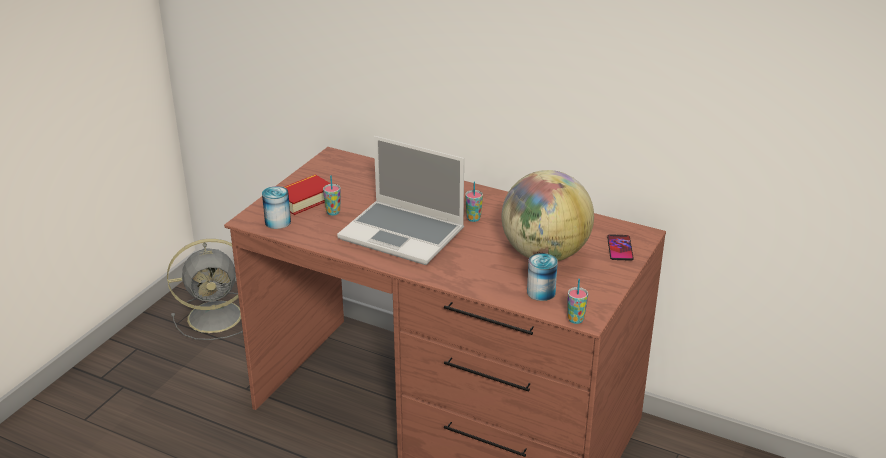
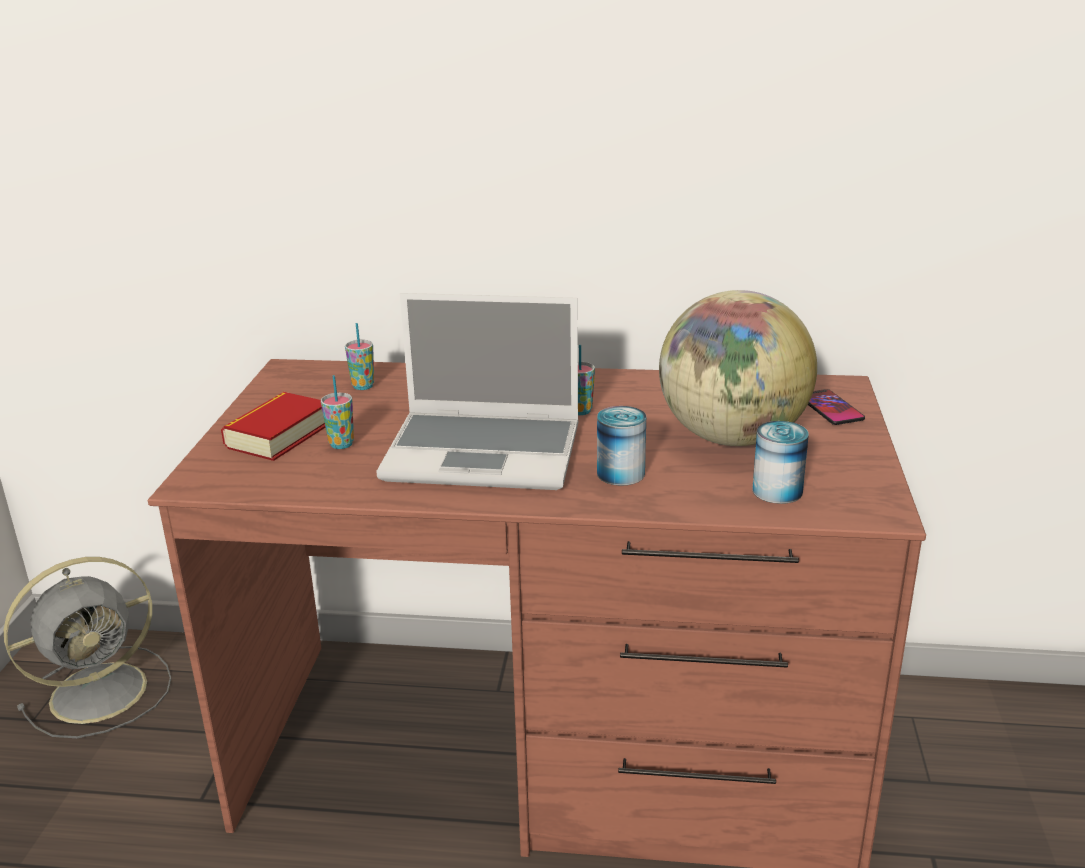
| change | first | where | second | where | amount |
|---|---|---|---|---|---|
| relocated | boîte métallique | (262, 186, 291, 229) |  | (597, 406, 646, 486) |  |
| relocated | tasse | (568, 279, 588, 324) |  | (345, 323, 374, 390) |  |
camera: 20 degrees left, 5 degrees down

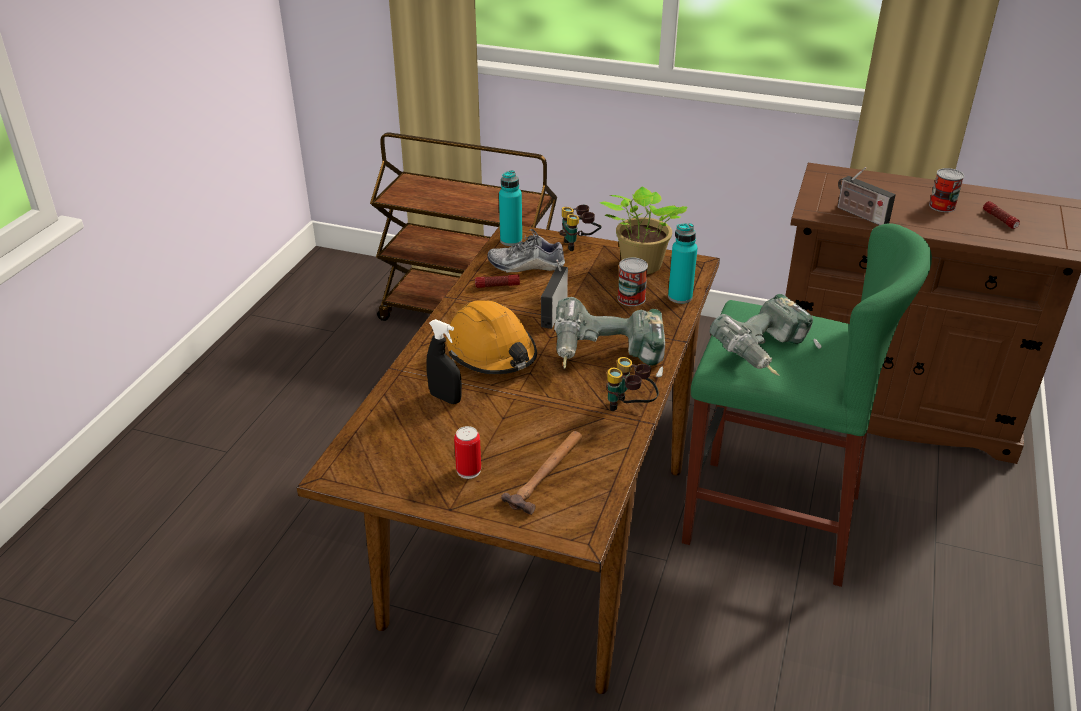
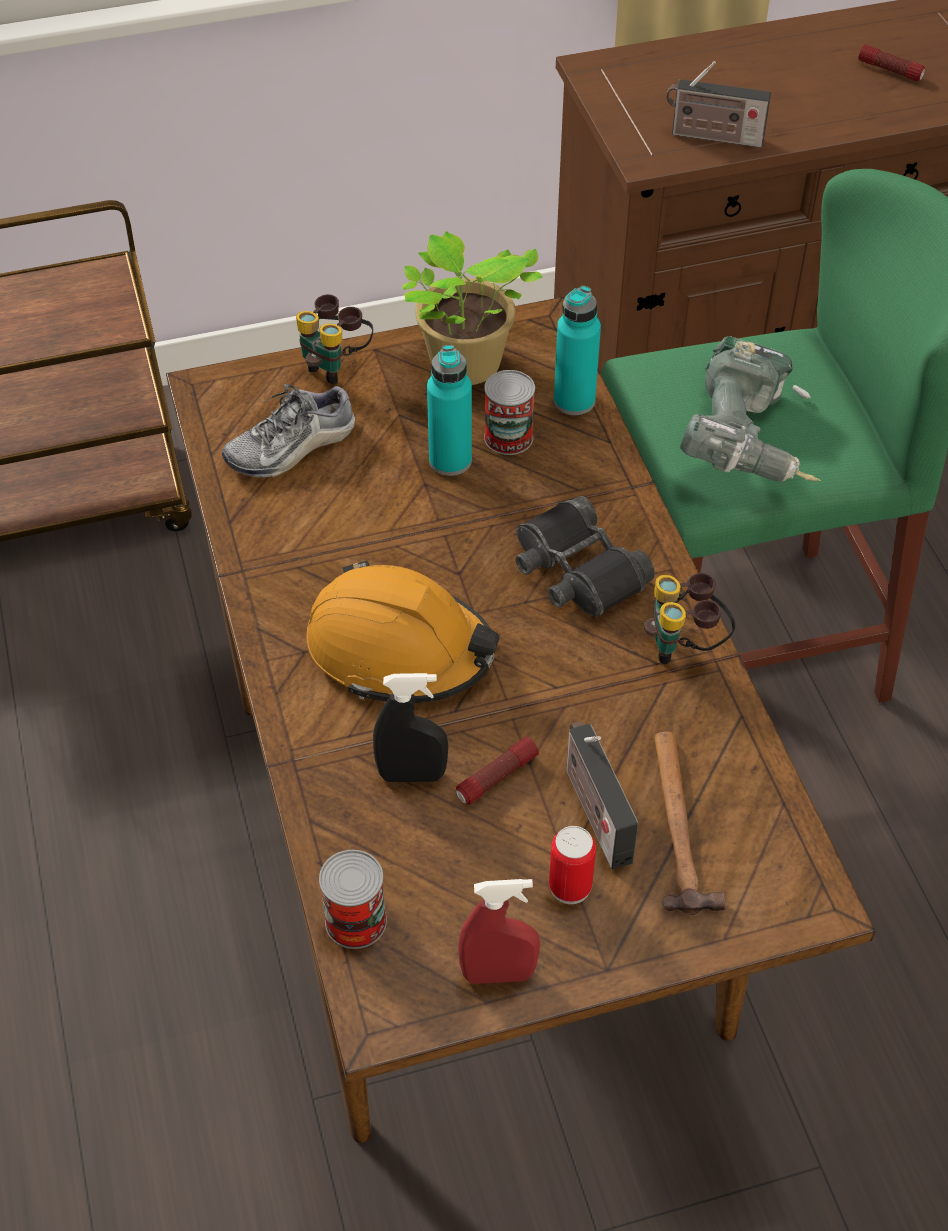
| change | first | where | second | where | amount |
|---|---|---|---|---|---|
| relocated | boîte métallique | (929, 168, 964, 212) |  | (319, 850, 387, 949) |  |
| relocated | bouteille [turquoise] | (499, 170, 522, 246) |  | (427, 345, 472, 476) |  |
| relocated | radio | (541, 259, 568, 329) |  | (566, 721, 638, 870) |  |
| relocated | lampe de poche | (475, 275, 520, 288) |  | (456, 737, 539, 805) |  |
| exchanged | perceuse | (554, 297, 665, 377) | jumelles [noir] | (516, 496, 655, 616) |  |
| appeared |  |  | vaporisateur [rouge] | (458, 879, 540, 984) |  |
camera: 35 degrees left, 15 degrees up

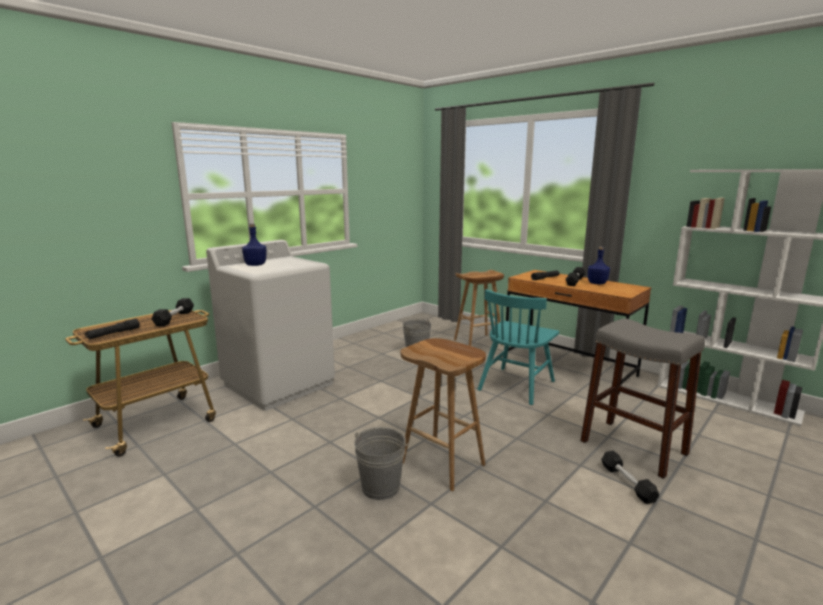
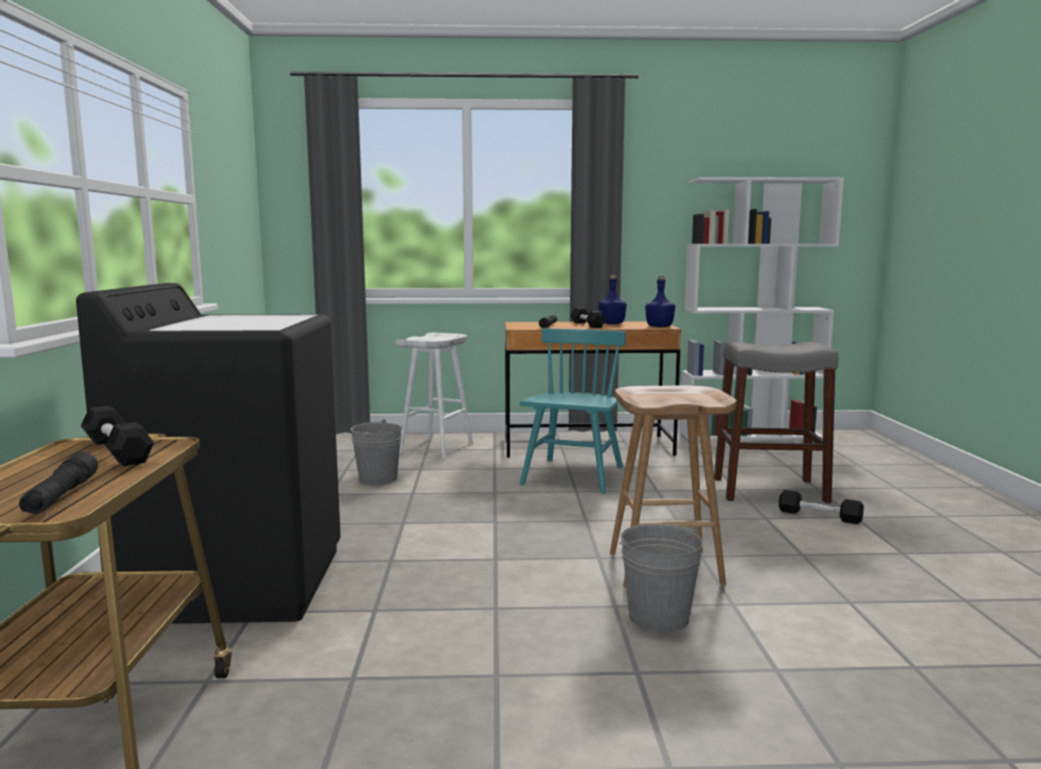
| change | first | where | second | where | amount |
|---|---|---|---|---|---|
| relocated | bouteille [bleu] | (242, 224, 266, 266) |  | (645, 276, 675, 327) |  |
| colour | lave-linge [blanc] | (206, 240, 335, 411) | lave-linge [noir] | (76, 283, 341, 624) |  |
| colour | tabouret [marron] | (454, 270, 504, 346) | tabouret [blanc] | (396, 332, 473, 459) |  |
| spun | chaise [turquoise] | (477, 289, 559, 405) |  | (520, 328, 626, 494) | 150 degrees counterclockwise |
camera: 45 degrees left, 5 degrees down

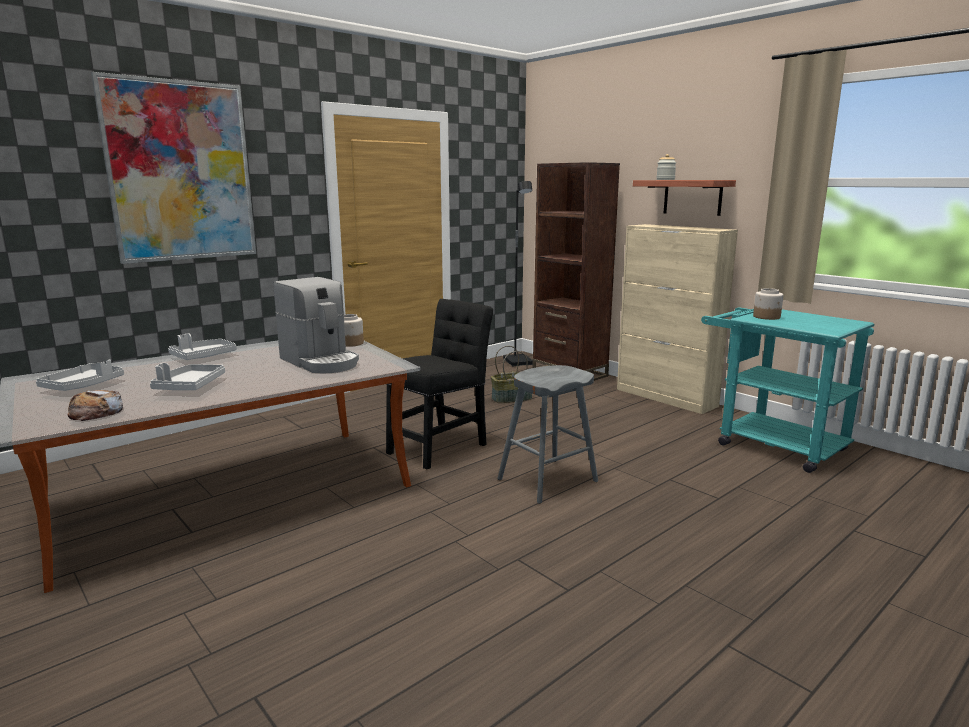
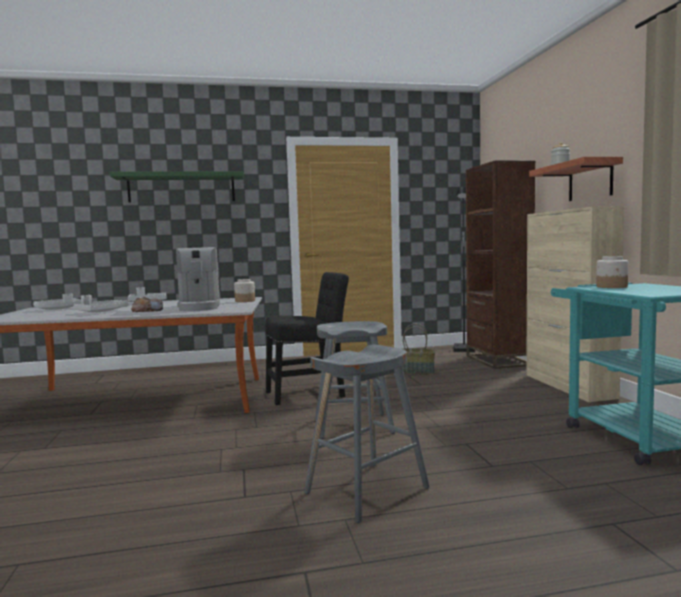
| change | first | where | second | where | amount |
|---|---|---|---|---|---|
| exchanged | tableau | (91, 72, 256, 264) | étagère [vert] | (110, 171, 244, 203) |  |
| relocated | pain | (68, 390, 123, 421) |  | (131, 297, 163, 312) |  |
| appeared |  |  | tabouret [gris] | (304, 344, 430, 523) |  |
camera: 30 degrees right, 10 degrees down

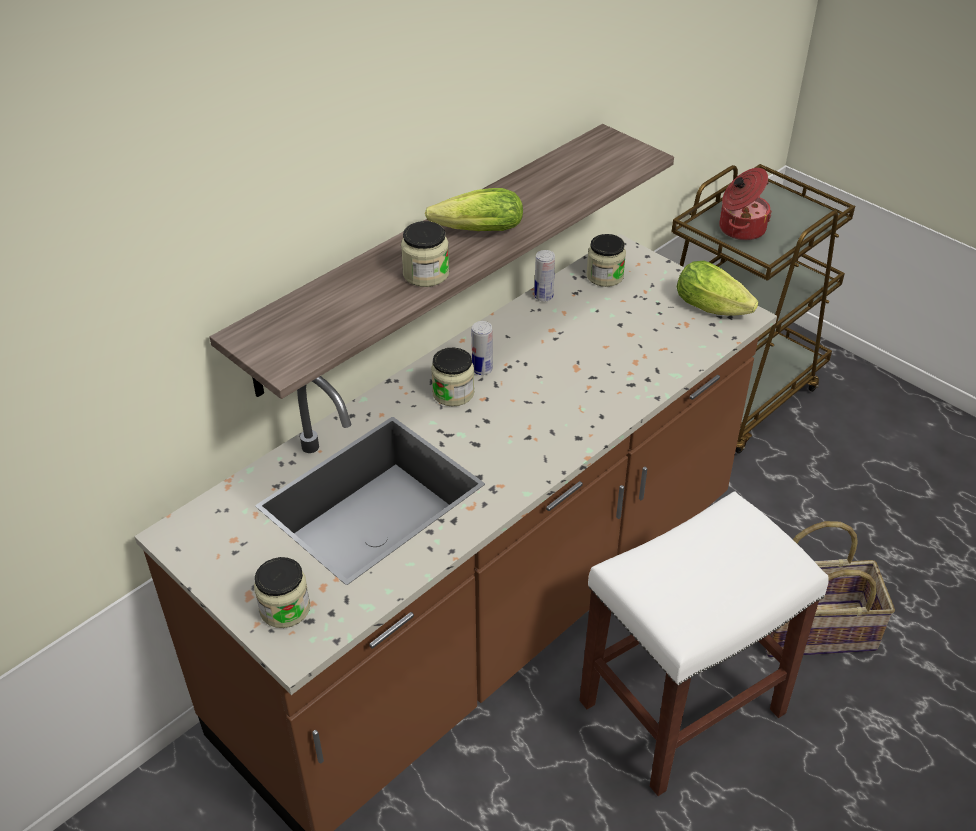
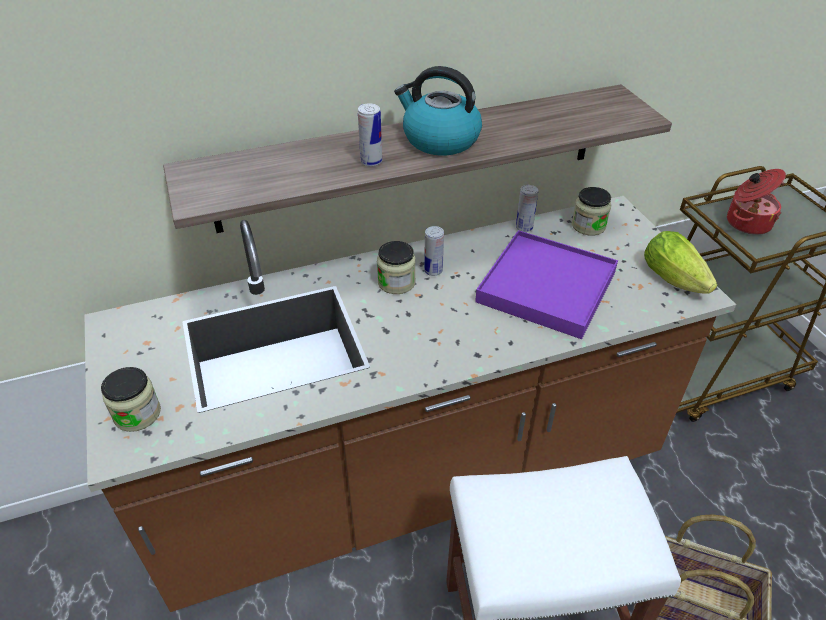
| change | first | where | second | where | amount |
|---|---|---|---|---|---|
| exchanged | laitue | (425, 188, 523, 231) | bouilloire | (394, 66, 482, 155) |  |
| exchanged | bocal | (401, 221, 449, 287) | boîte métallique | (358, 103, 382, 167) |  |
| appeared |  |  | plateau [violet] | (475, 230, 618, 339) |  |
camera: 25 degrees right, 0 degrees up

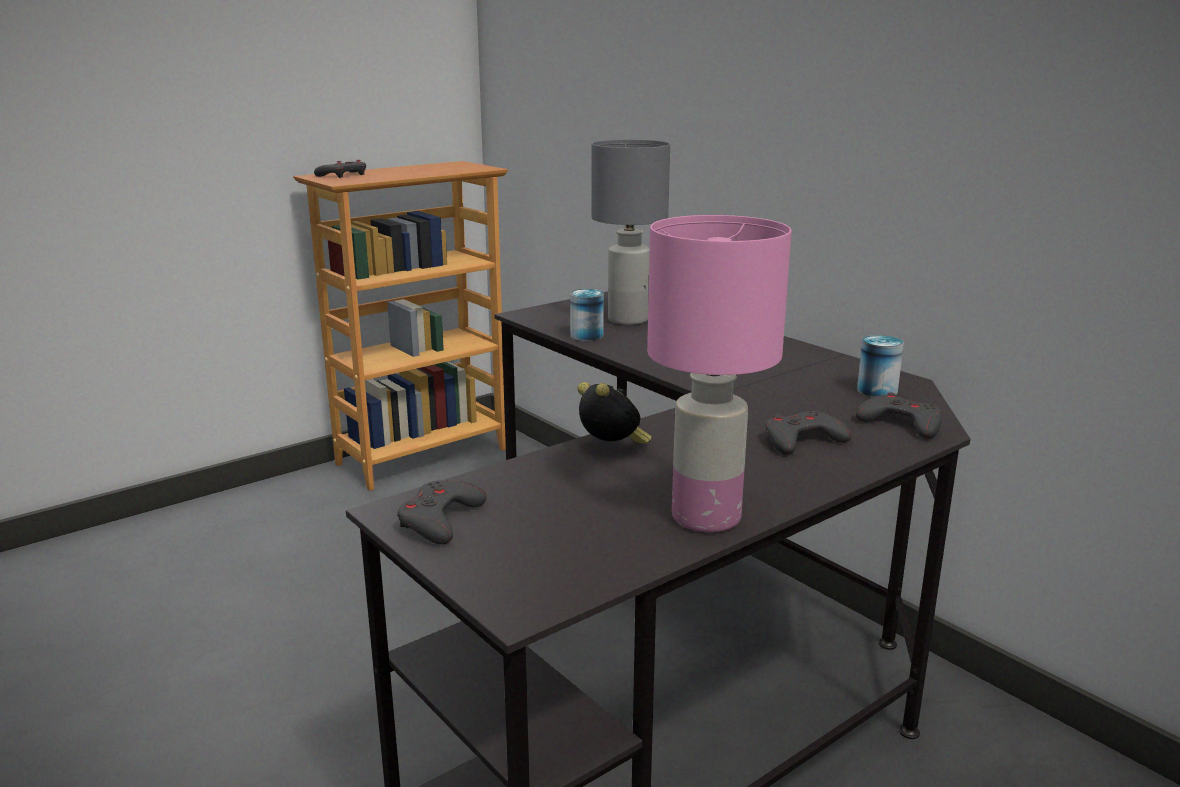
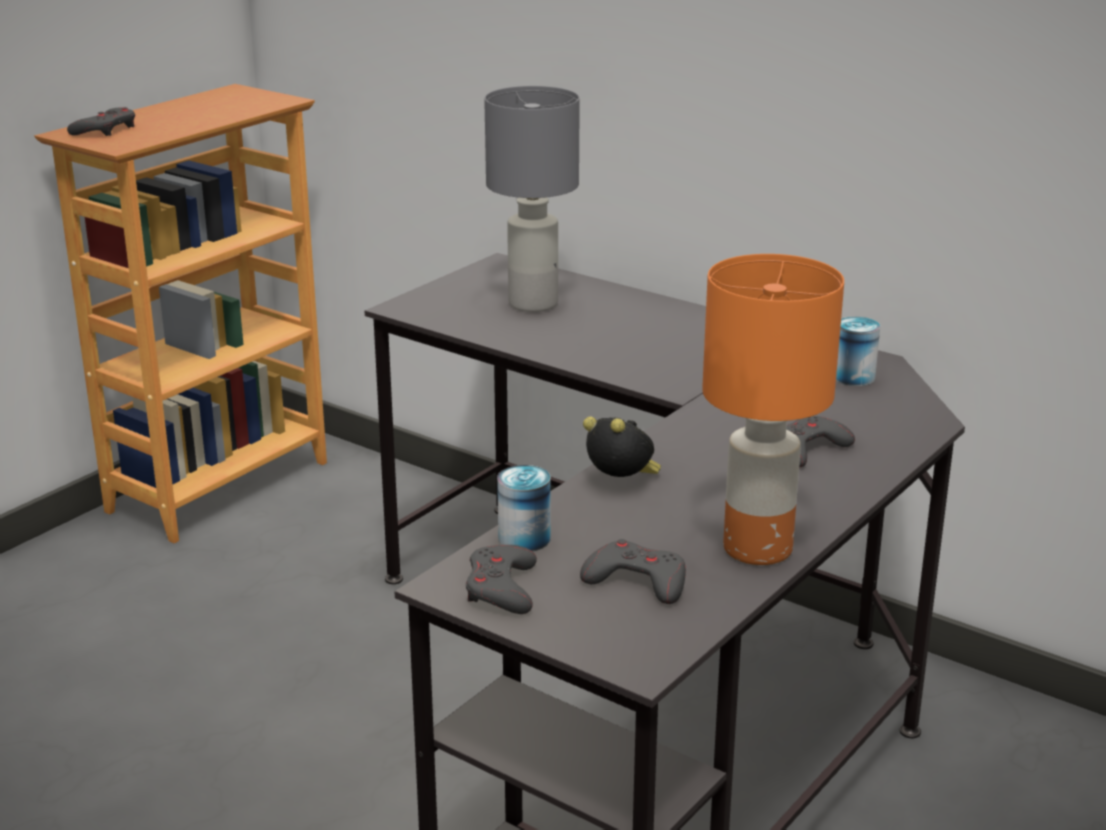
| change | first | where | second | where | amount |
|---|---|---|---|---|---|
| colour | lampe de table [rose] | (647, 215, 792, 532) | lampe de table [orange] | (702, 254, 844, 565) |  |
| relocated | boîte métallique | (570, 289, 604, 341) |  | (497, 465, 551, 552) |  |
| relocated | manette [gris] | (856, 392, 942, 438) |  | (580, 539, 686, 604) |  |
camera: 15 degrees left, 5 degrees up

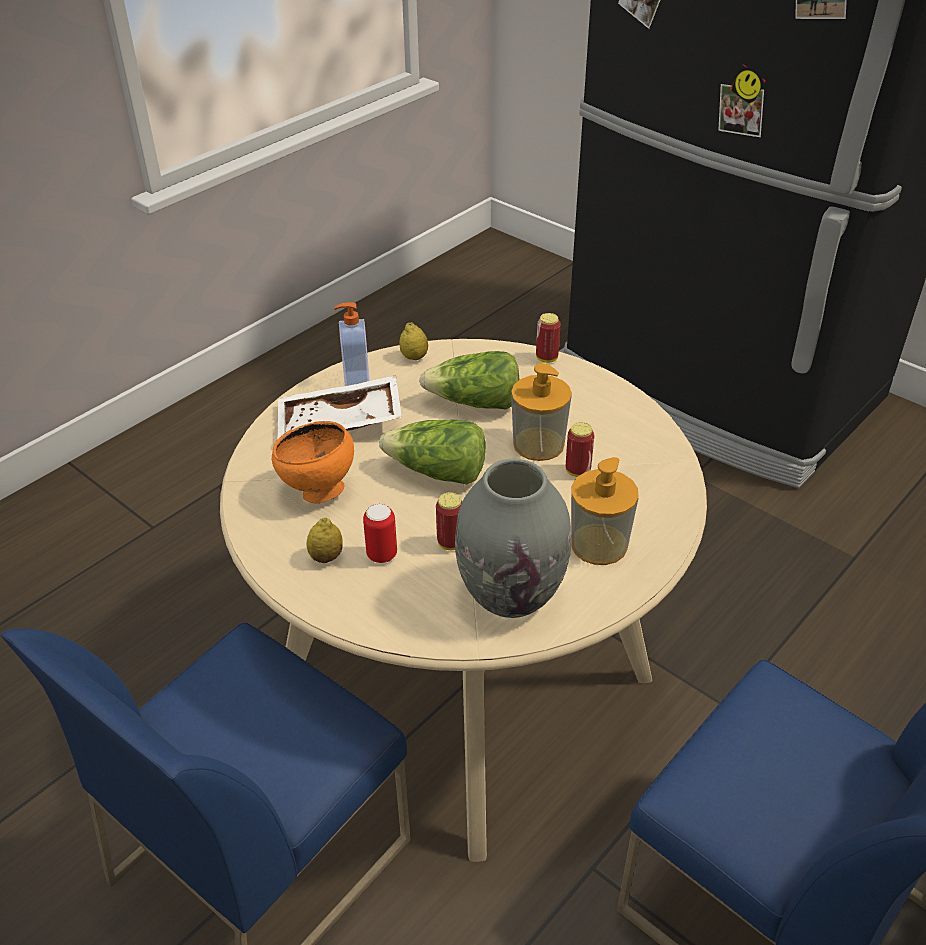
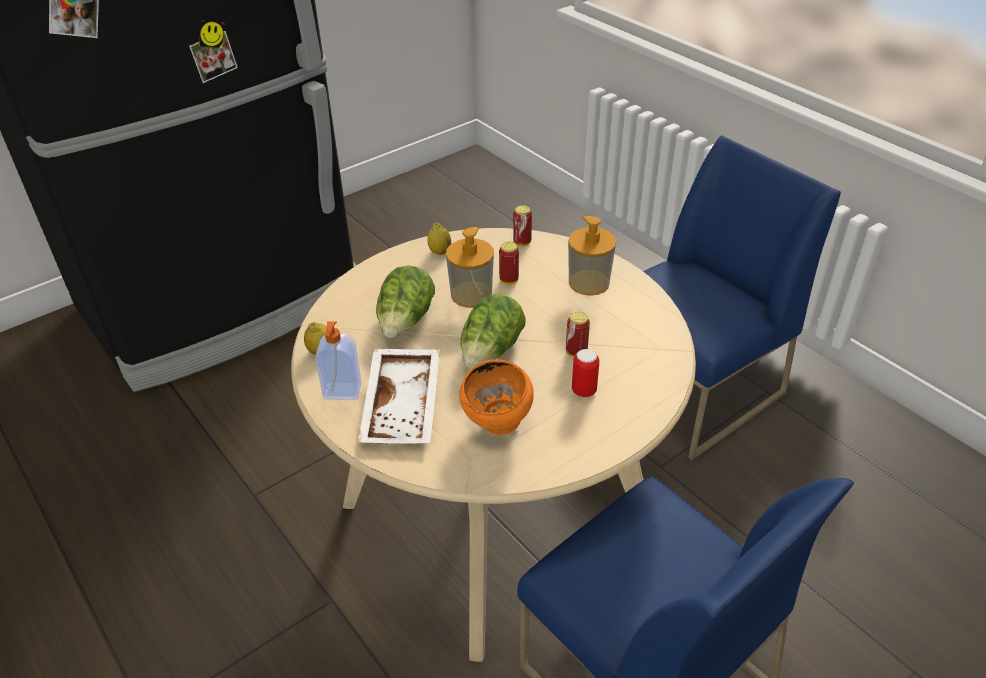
| change | first | where | second | where | amount |
|---|---|---|---|---|---|
| relocated | boîte métallique | (536, 313, 560, 363) |  | (513, 205, 532, 247) |  |
| missing | vase [gris] | (455, 459, 571, 618) |  |  |  |
| relocated | citron | (306, 517, 343, 563) |  | (427, 223, 451, 255) |  |
camera: 80 degrees left, 0 degrees up

